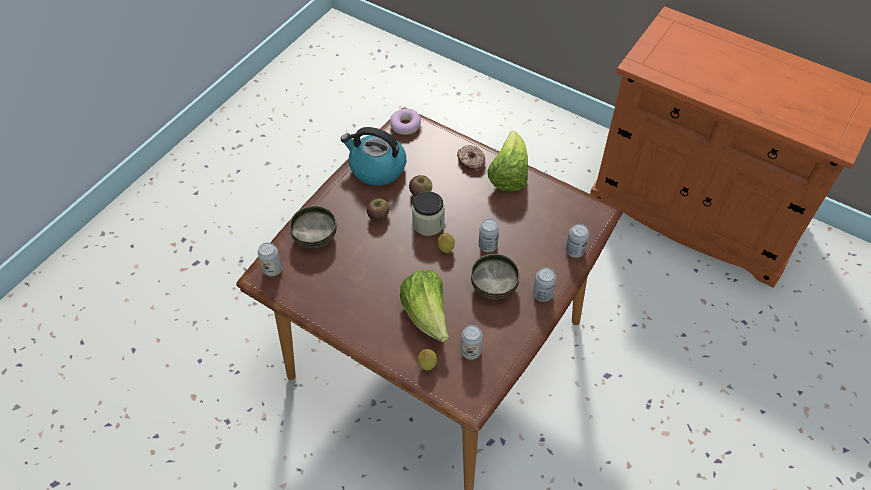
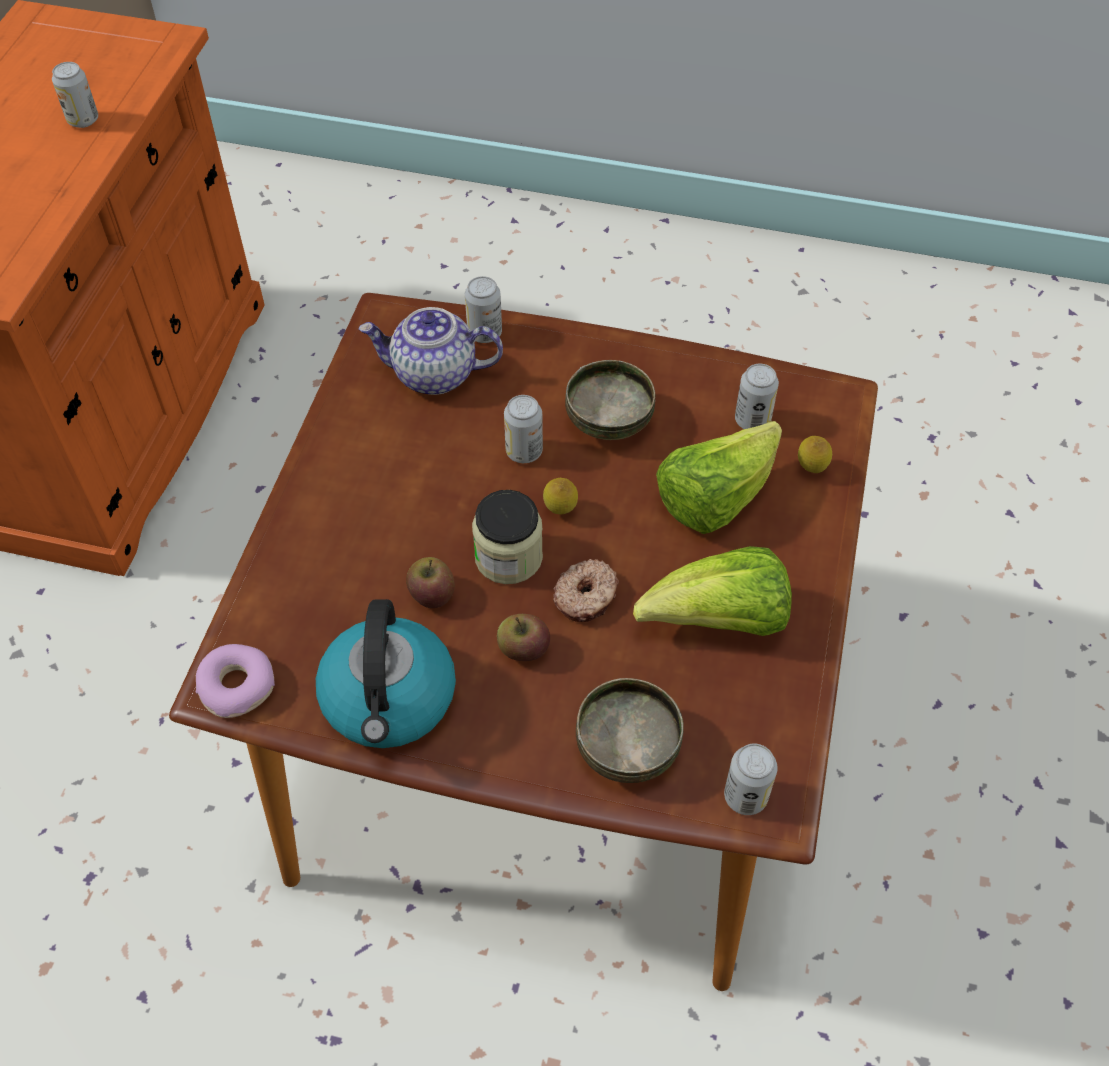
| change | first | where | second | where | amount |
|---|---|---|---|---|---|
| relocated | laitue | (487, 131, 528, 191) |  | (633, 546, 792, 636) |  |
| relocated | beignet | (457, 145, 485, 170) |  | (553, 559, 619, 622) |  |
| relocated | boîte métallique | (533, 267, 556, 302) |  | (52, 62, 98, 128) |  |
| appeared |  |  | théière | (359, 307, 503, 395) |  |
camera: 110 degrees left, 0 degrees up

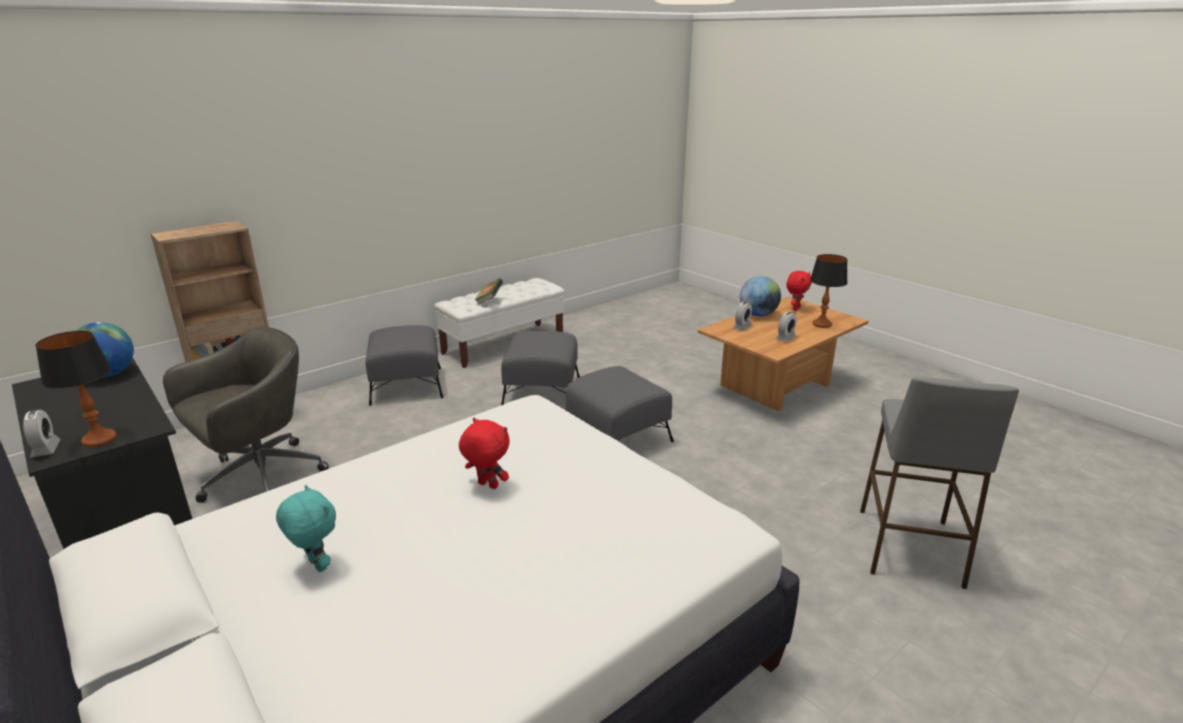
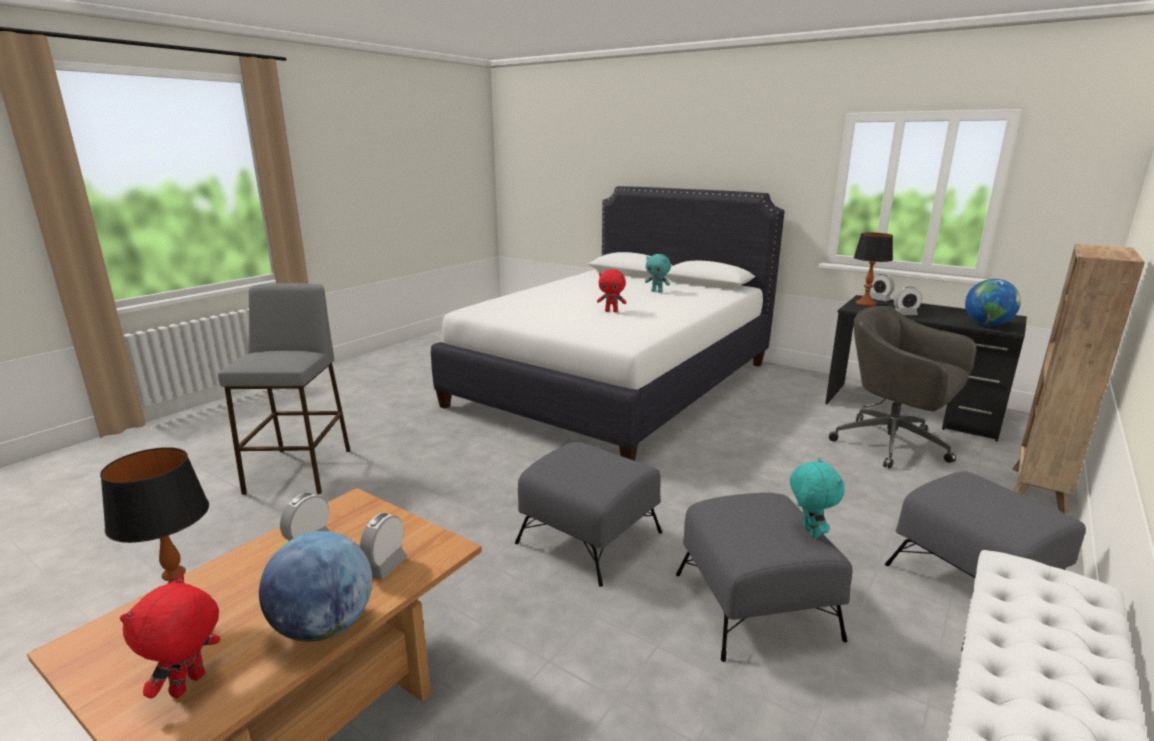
| change | first | where | second | where | amount |
|---|---|---|---|---|---|
| missing | livre | (475, 278, 503, 305) |  |  |  |
| spun | chaise de bureau [gris] | (163, 327, 329, 503) |  | (829, 306, 977, 469) | 105 degrees clockwise |
| appeared |  |  | réveil | (893, 287, 922, 315) |  |
| appeared |  |  | peluche [turquoise] | (790, 458, 845, 538) |  |
camera: 165 degrees right, 5 degrees down

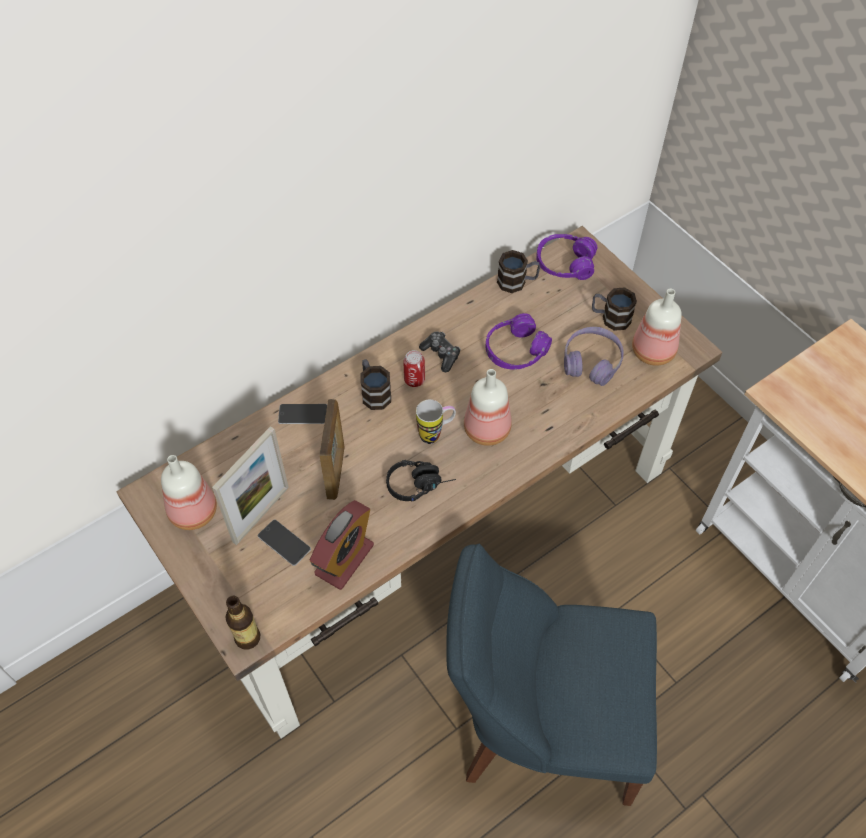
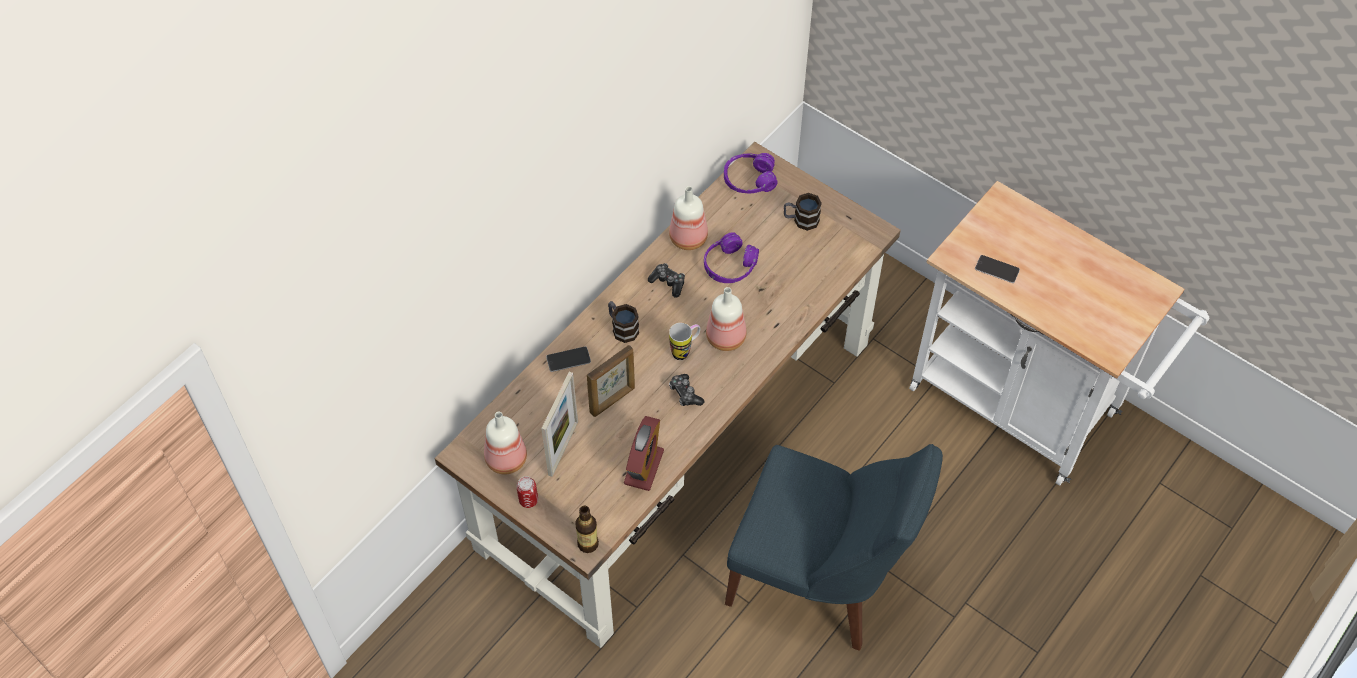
| change | first | where | second | where | amount |
|---|---|---|---|---|---|
| missing | mug | (497, 250, 540, 293) |  |  |  |
| relocated | bouteille | (632, 289, 682, 366) |  | (669, 186, 708, 250) |  |
| missing | casque audio [violet] | (564, 327, 623, 386) |  |  |  |
| relocated | boîte métallique | (404, 350, 425, 387) |  | (516, 476, 538, 508) |  |
| spun | cadre photo | (319, 399, 345, 500) |  | (587, 345, 635, 417) | 60 degrees clockwise |
| exchanged | casque audio [noir] | (386, 460, 456, 502) | manette | (669, 374, 704, 406) |  |
| relocated | téléphone | (258, 519, 311, 566) |  | (975, 255, 1020, 283) |  |
| spun | chaise [bleu] | (446, 544, 657, 806) |  | (725, 444, 943, 651) | 150 degrees counterclockwise |
camera: 15 degrees left, 0 degrees up

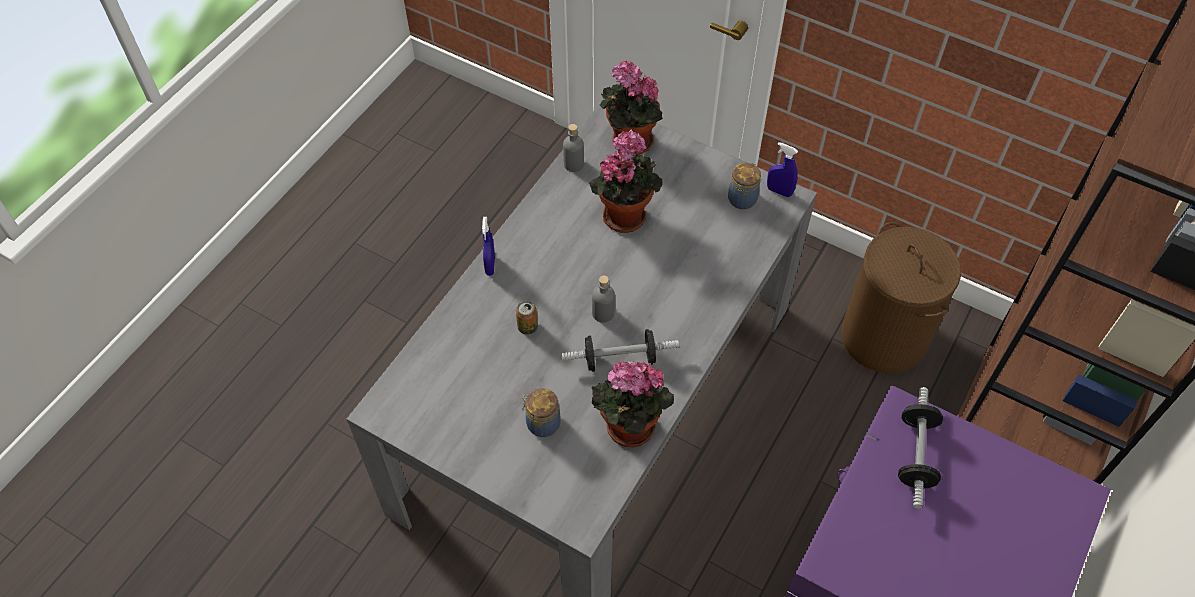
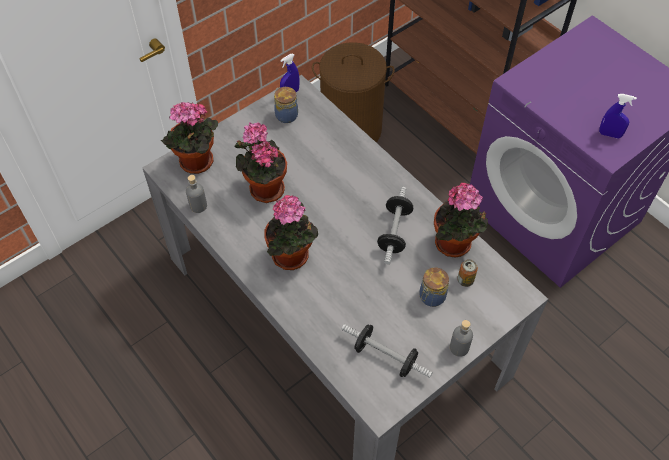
| change | first | where | second | where | amount |
|---|---|---|---|---|---|
| relocated | vaporisateur [bleu] | (482, 217, 495, 276) |  | (599, 94, 637, 139) |  |
| relocated | bouteille [gris] | (592, 275, 615, 323) |  | (450, 320, 473, 357) |  |
| relocated | boîte métallique | (516, 301, 538, 335) |  | (457, 259, 478, 287) |  |
| relocated | haltère | (898, 387, 943, 508) |  | (341, 324, 433, 378) |  |
| appeared |  |  | plante en pot | (265, 195, 318, 270) |  |
camera: 70 degrees left, 0 degrees up

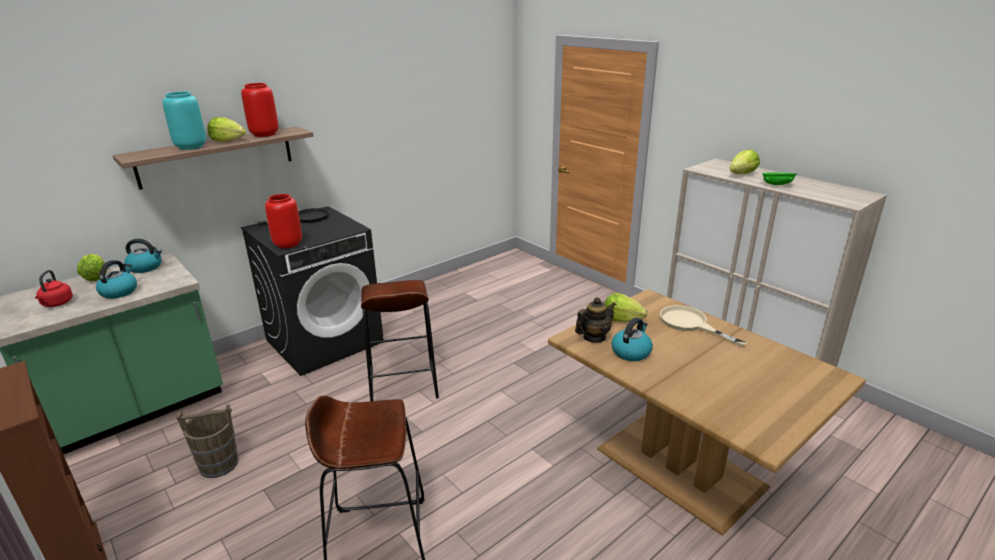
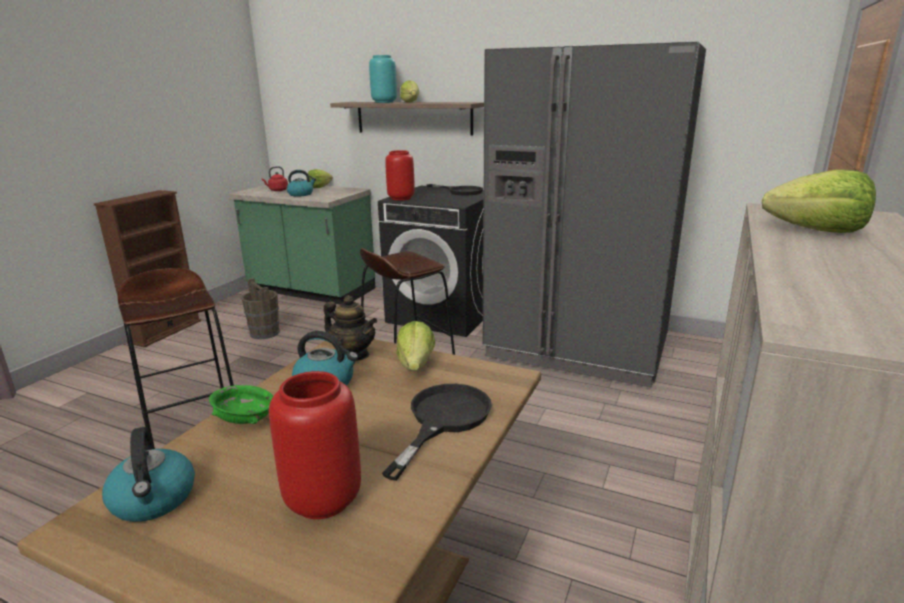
| change | first | where | second | where | amount |
|---|---|---|---|---|---|
| relocated | vase [rouge] | (241, 83, 279, 137) |  | (269, 371, 361, 519) |  |
| relocated | bol [vert] | (762, 172, 797, 185) |  | (209, 385, 273, 424) |  |
| relocated | bouilloire | (124, 239, 162, 273) |  | (102, 427, 195, 522) |  |
| colour | poêle [beige] | (660, 305, 747, 347) | poêle [noir] | (382, 384, 492, 481) |  |
| appeared |  |  | réfrigérateur [gris] | (483, 41, 706, 388) |  |
camera: 65 degrees right, 5 degrees down

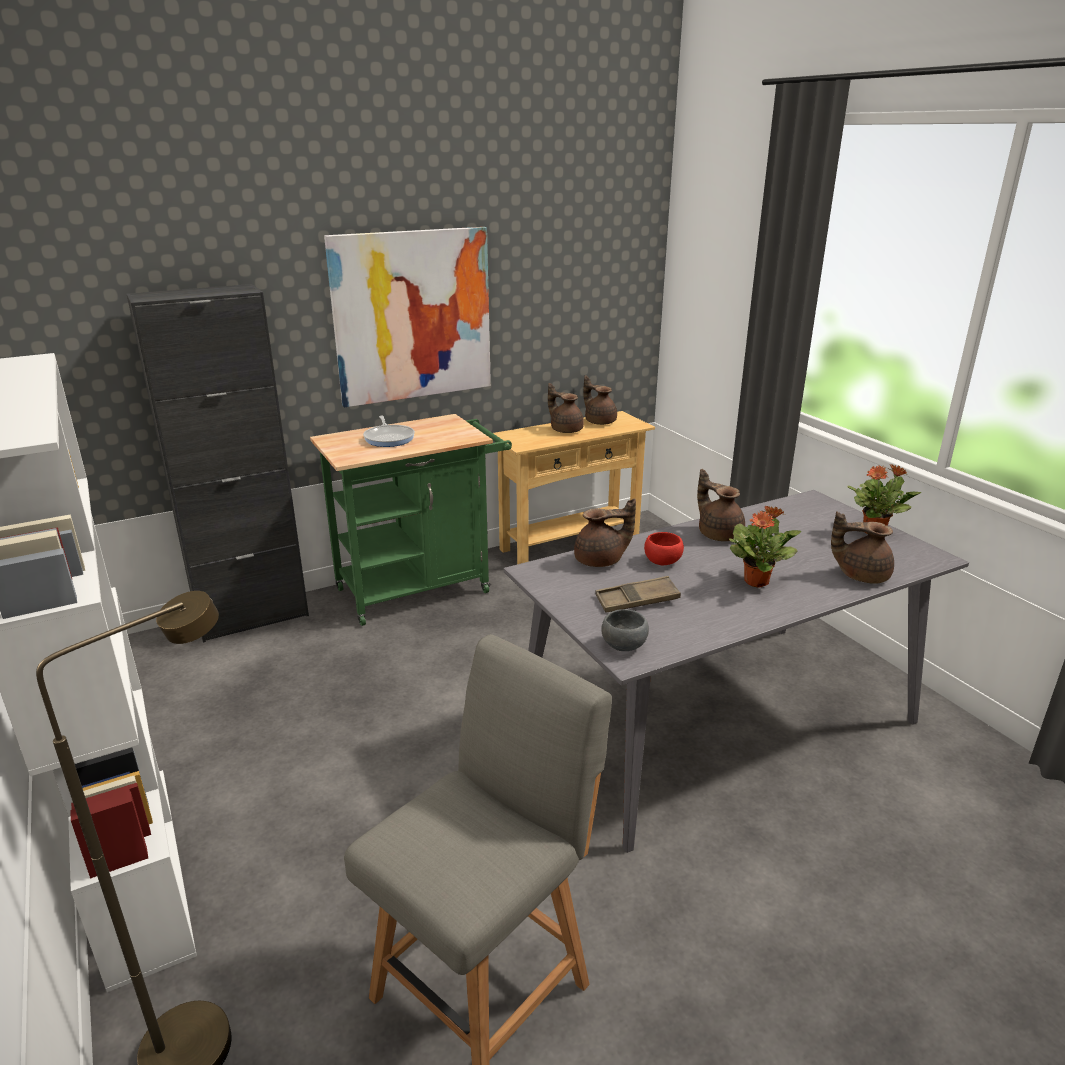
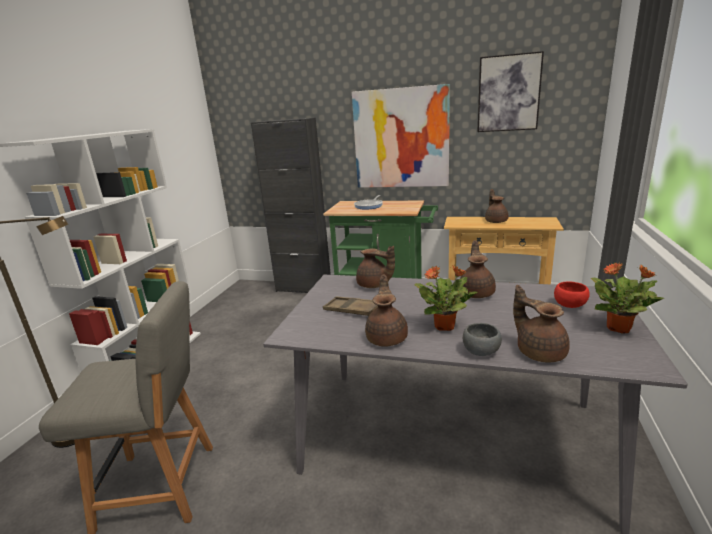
| change | first | where | second | where | amount |
|---|---|---|---|---|---|
| relocated | théière [marron] | (583, 376, 617, 425) |  | (365, 274, 408, 347) |  |
| relocated | bol [rouge] | (644, 532, 684, 565) |  | (554, 281, 590, 308) |  |
| relocated | bol [gris] | (601, 609, 649, 651) |  | (463, 323, 502, 356) |  |
| appeared |  |  | tableau | (477, 51, 544, 132) |  |
camera: 45 degrees right, 5 degrees down

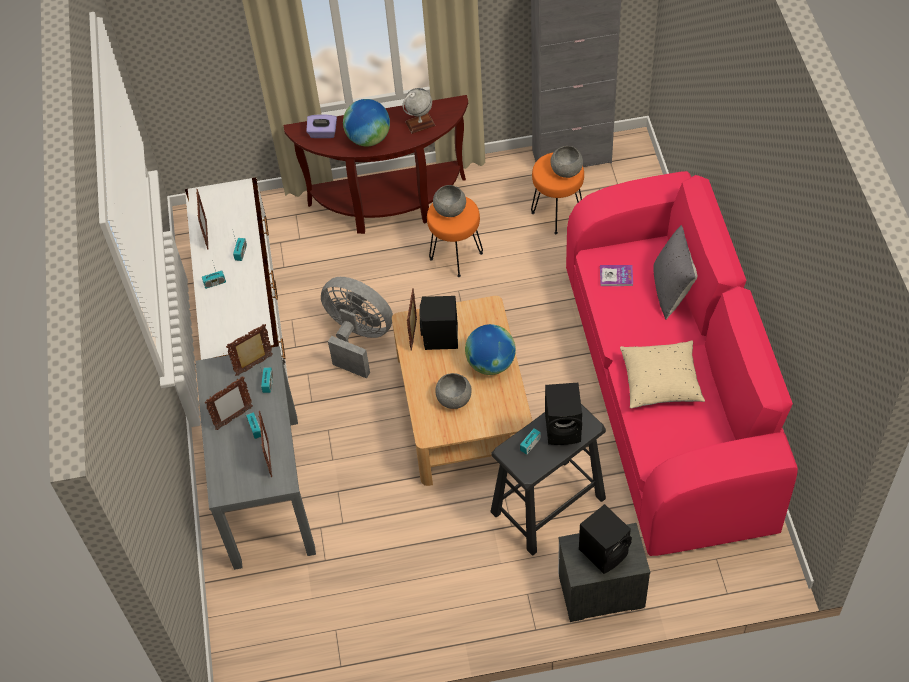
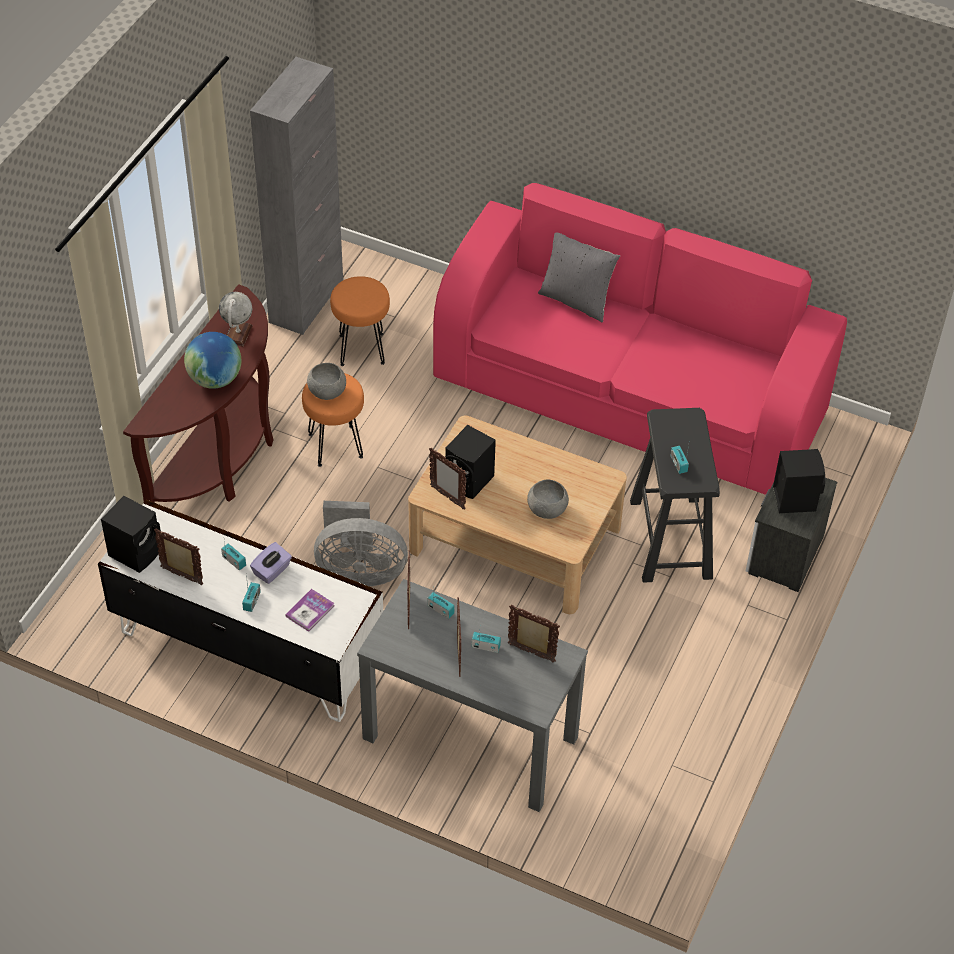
| change | first | where | second | where | amount |
|---|---|---|---|---|---|
| relocated | boîte à mouchoirs [violet] | (306, 114, 337, 138) |  | (250, 542, 292, 584) |  |
| missing | bol [gris] | (550, 146, 583, 178) |  |  |  |
| relocated | livre | (600, 265, 633, 286) |  | (285, 589, 335, 632) |  |
| spun | ventilateur [gris] | (321, 277, 393, 378) |  | (314, 501, 408, 587) | 150 degrees counterclockwise |
| missing | globe | (465, 324, 516, 375) |  |  |  |
| missing | coussin [beige] | (620, 340, 705, 409) |  |  |  |
| relocated | enceinte [noir] | (545, 383, 582, 445) |  | (101, 496, 161, 573) |  |
camera: 60 degrees left, 5 degrees down

